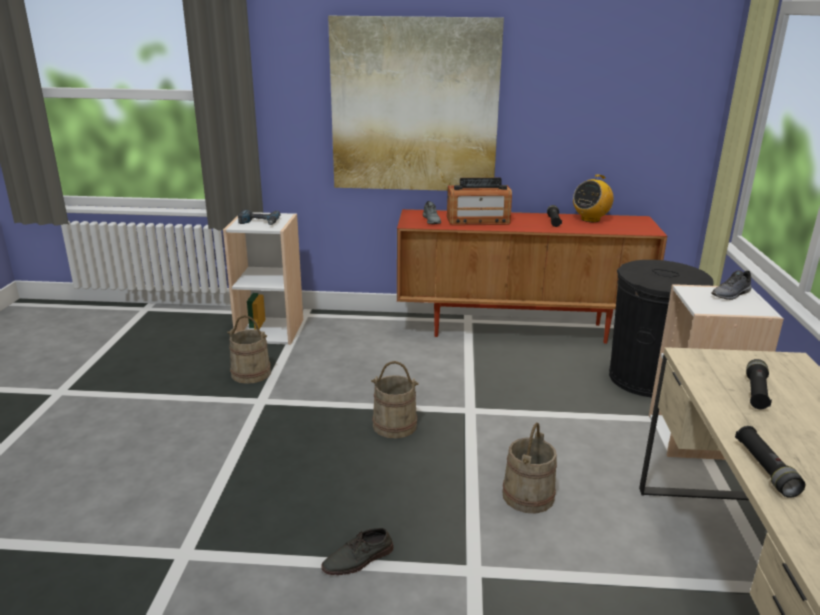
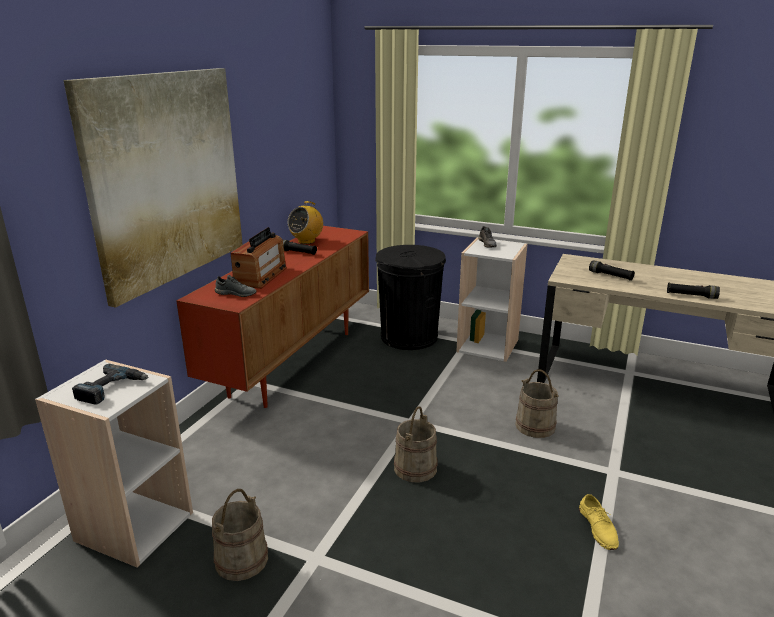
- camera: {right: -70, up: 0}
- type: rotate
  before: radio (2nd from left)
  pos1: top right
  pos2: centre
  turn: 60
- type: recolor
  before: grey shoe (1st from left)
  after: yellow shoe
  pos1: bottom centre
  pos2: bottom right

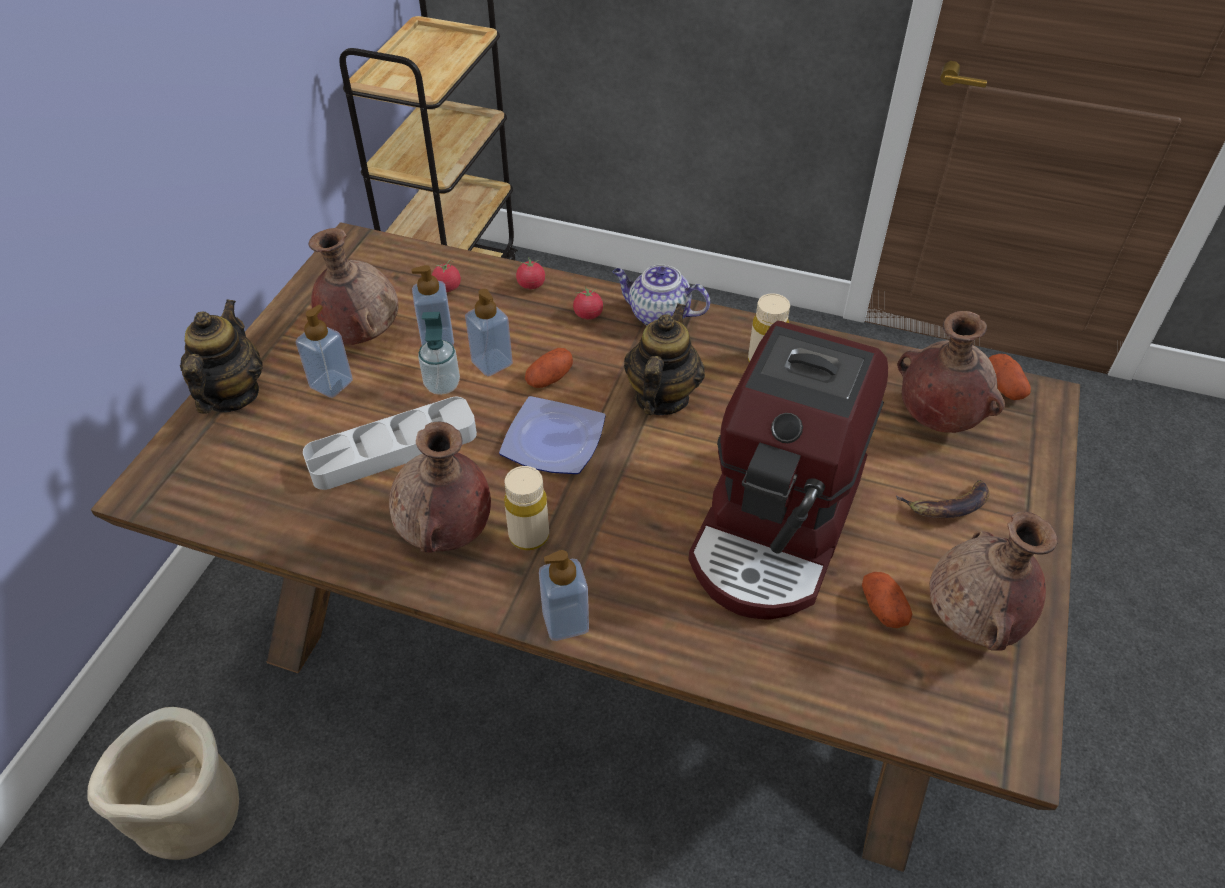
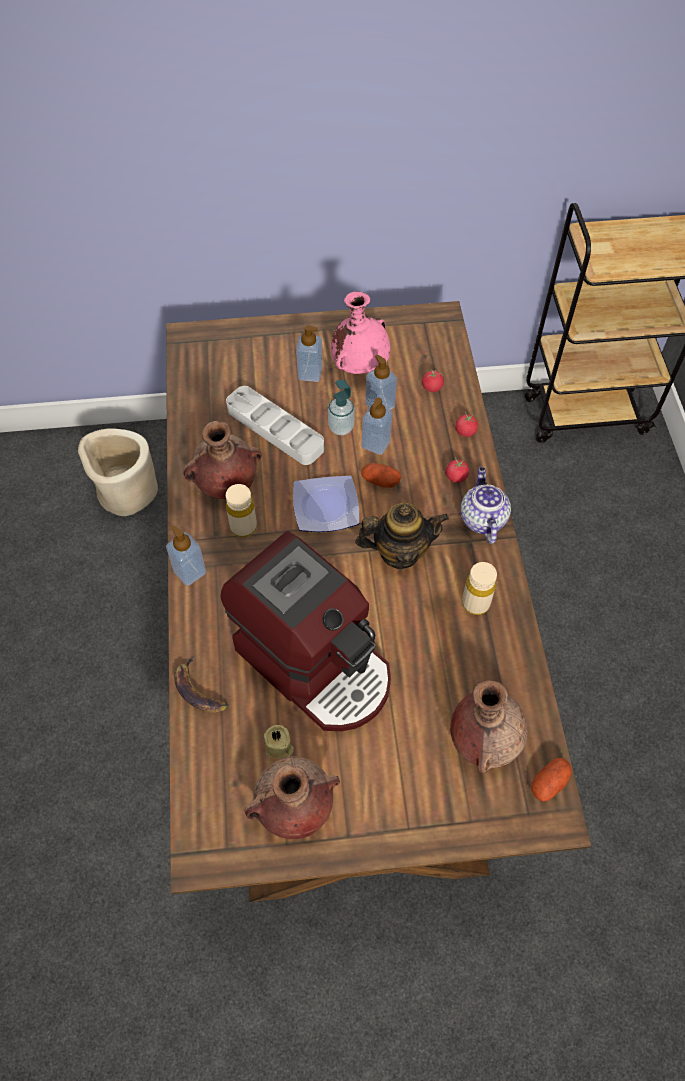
- camera: {right: 65, up: 10}
- type: move
  before: banana
  pos1: middle right
  pos2: middle left
- type: rotate
  before: coffee machine
  pos1: centre
  pos2: centre
  turn: -135
- type: replace
  before: potato (2nd from left)
  after: beige candle
  pos1: bottom right
  pos2: bottom centre
- type: recolor
  before: brown vase (1st from left)
  after: pink vase
  pos1: top left
  pos2: top centre
- type: delete
  before: teapot (1st from left)
  pos1: middle left

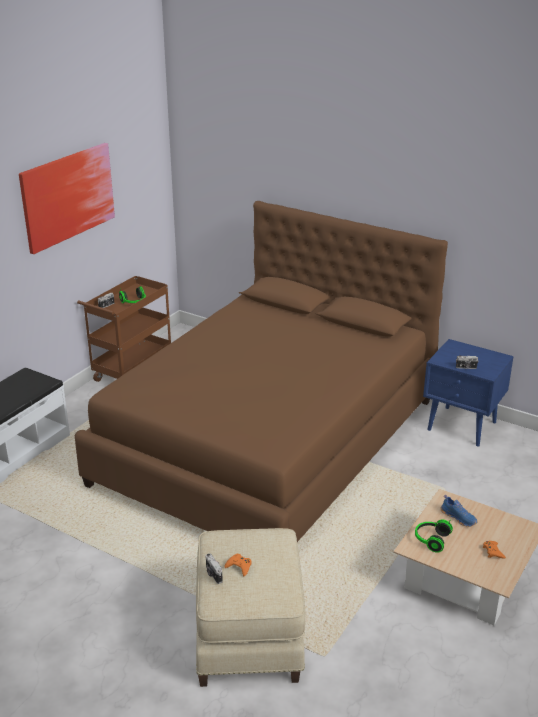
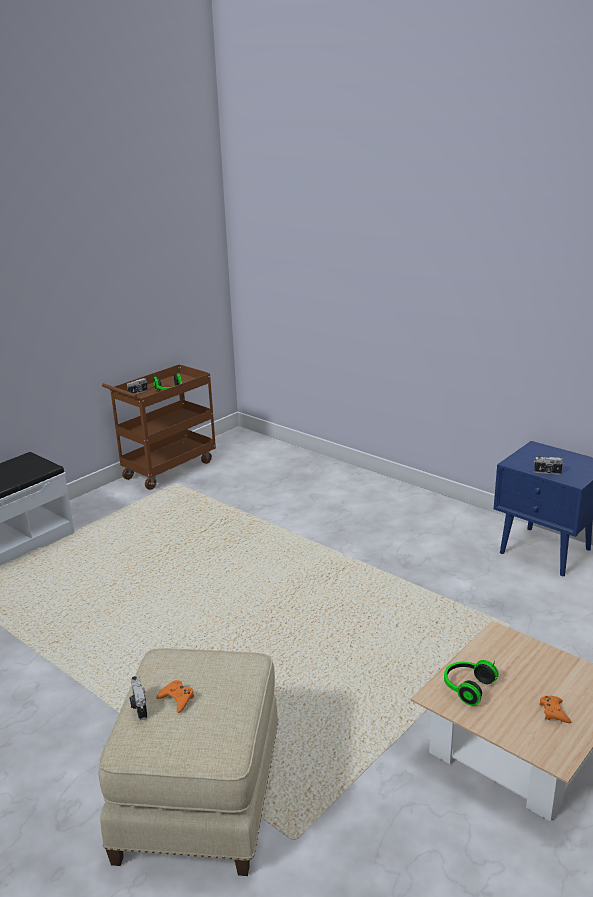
- camera: {right: 10, up: -5}
- type: delete
  before: picture
  pos1: top left
- type: delete
  before: brown bed
  pos1: centre
- type: delete
  before: blue shoe
  pos1: bottom right

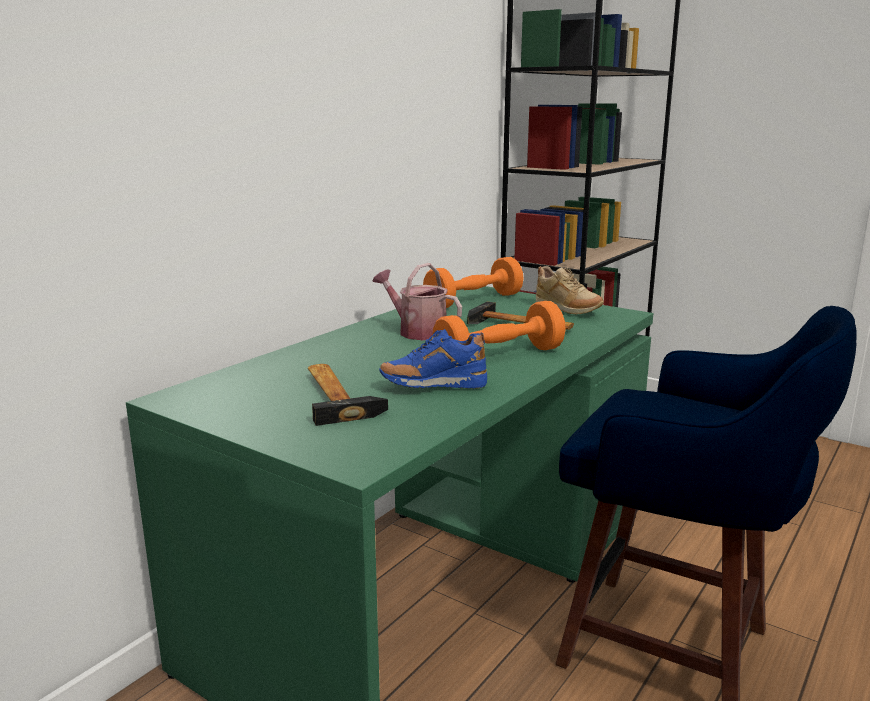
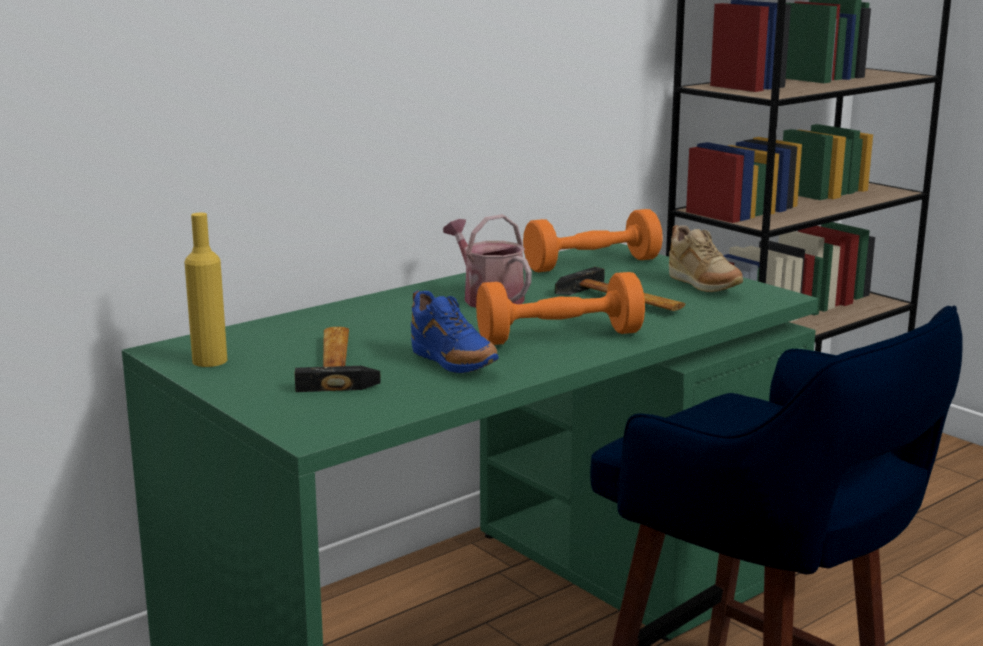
- camera: {right: 15, up: 0}
- type: insert
  after: yellow bottle
  pos2: middle left
- type: rotate
  before: blue shoe
  pos1: centre
  pos2: centre
  turn: -135

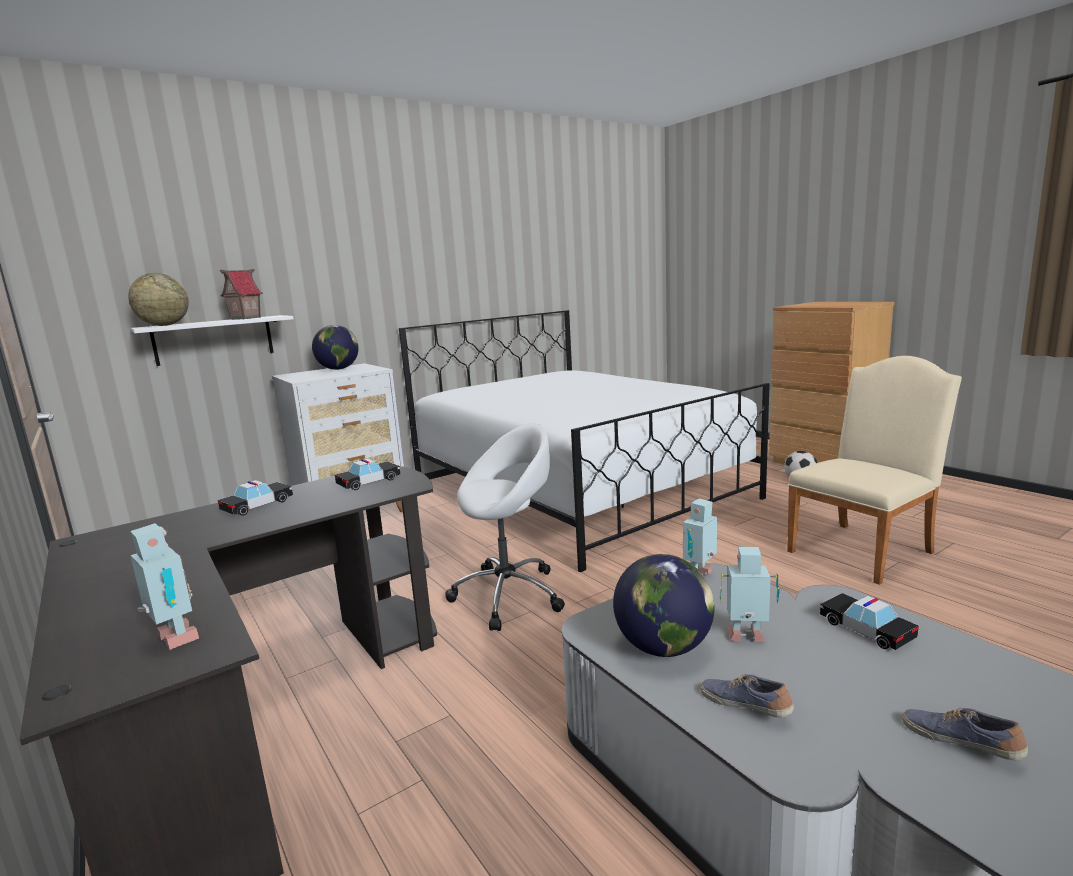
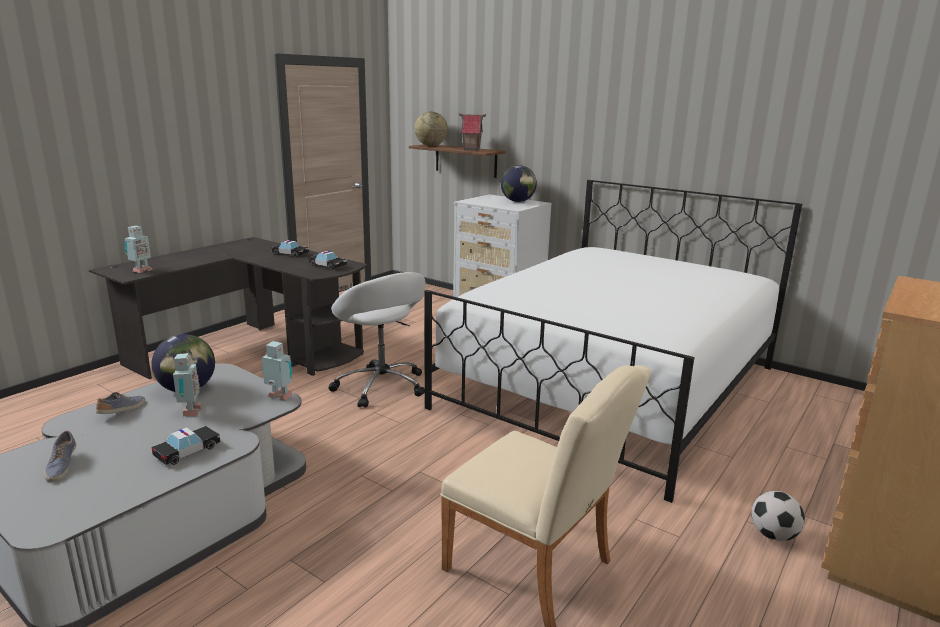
- camera: {right: 70, up: 5}
- type: rotate
  before: shoe (2nd from left in the first image)
  pos1: bottom right
  pos2: bottom left
  turn: 135
- type: recolor
  before: white shelf
  after: brown shelf
  pos1: middle left
  pos2: top centre

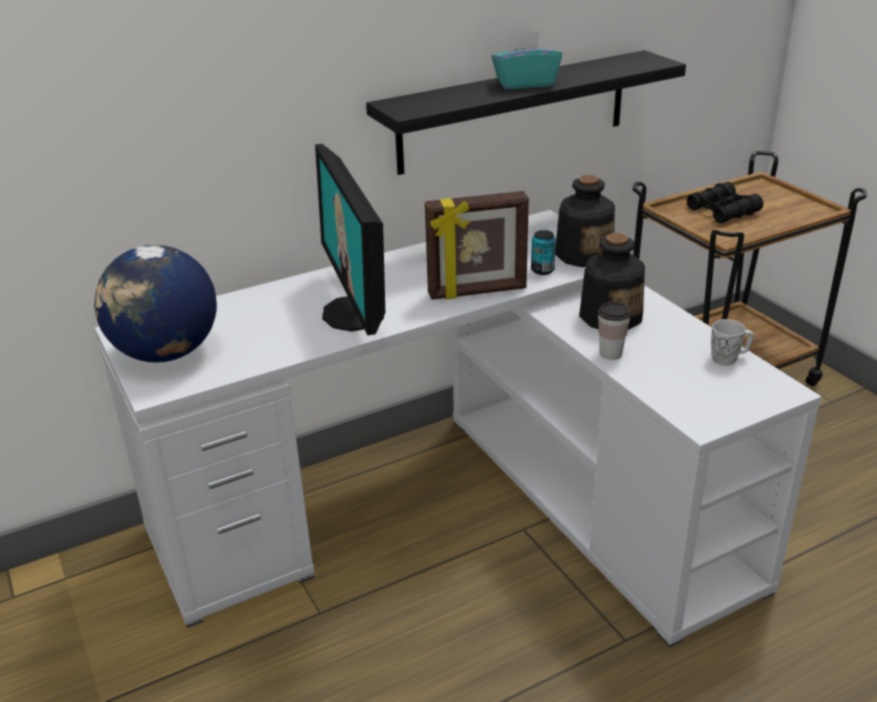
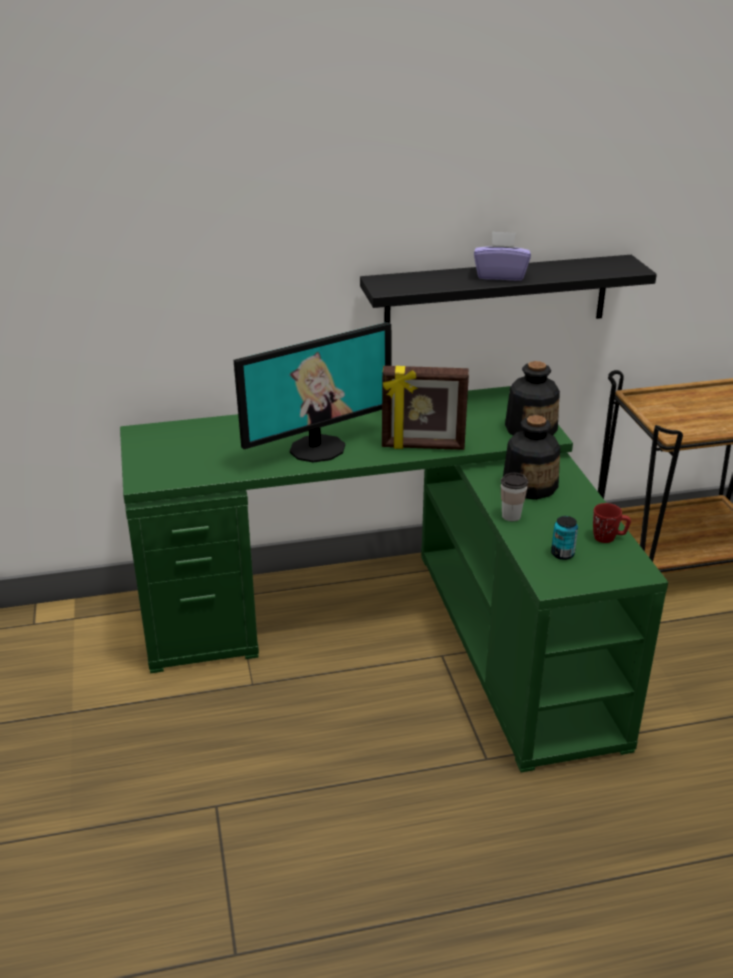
- camera: {right: 15, up: 0}
- type: recolor
  before: white desk
  after: green desk
  pos1: centre
  pos2: centre
- type: rotate
  before: monitor
  pos1: centre
  pos2: centre
  turn: -120
- type: recolor
  before: turquoise tissue box
  after: purple tissue box
  pos1: top centre
  pos2: top right
- type: move
  before: can
  pos1: centre
  pos2: middle right
- type: recolor
  before: white mug
  after: red mug
  pos1: middle right
  pos2: middle right
- type: delete
  before: globe
  pos1: middle left
- type: delete
  before: black binoculars
  pos1: top right

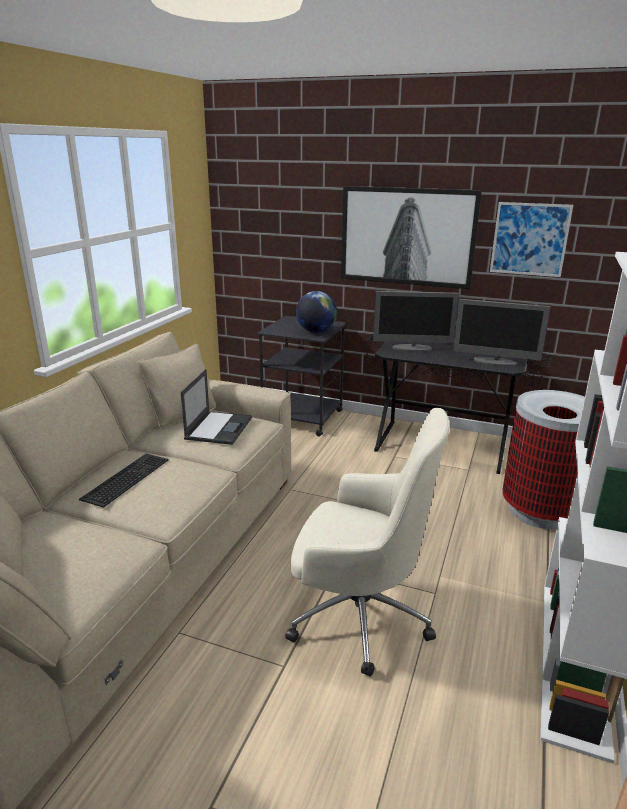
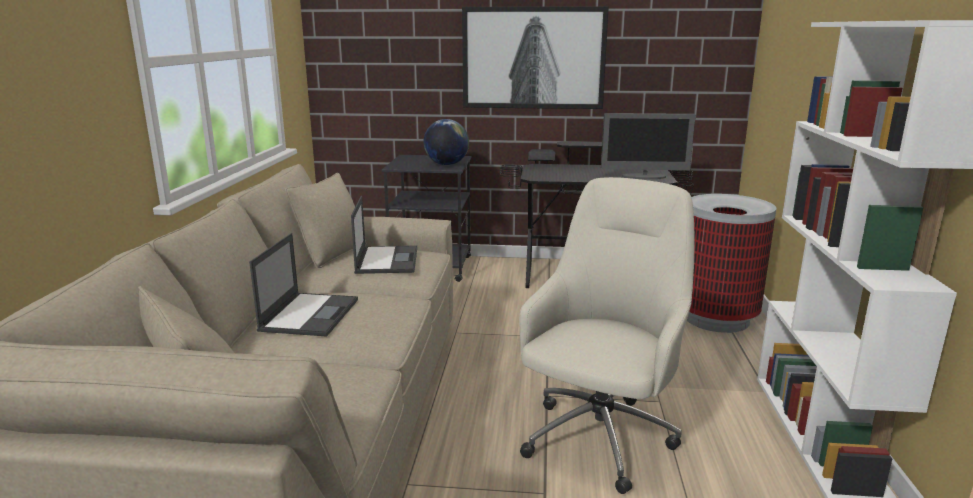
- camera: {right: -15, up: -5}
- type: replace
  before: keyboard
  after: laptop (1st from left)
  pos1: middle left
  pos2: middle left
- type: rotate
  before: beige office chair
  pos1: bottom centre
  pos2: bottom centre
  turn: -60
- type: delete
  before: monitor (1st from left)
  pos1: centre
- type: delete
  before: picture (2nd from left)
  pos1: top right

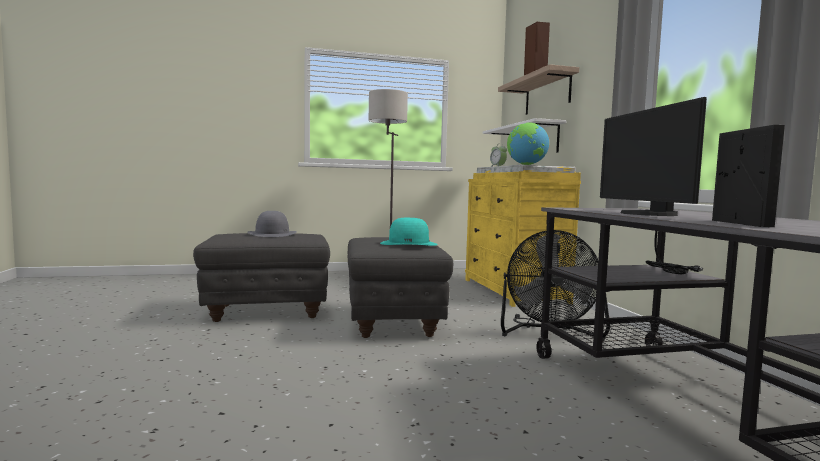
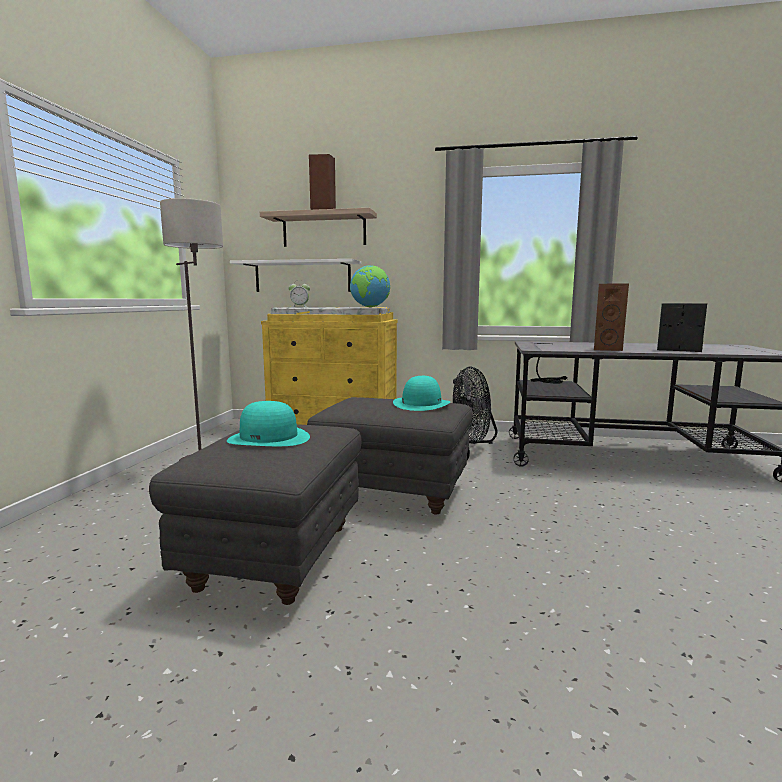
- camera: {right: -65, up: 5}
- type: recolor
  before: grey hat
  after: turquoise hat (1st from left)
  pos1: middle left
  pos2: centre
- type: replace
  before: monitor
  after: brown speaker (2nd from left)
  pos1: middle right
  pos2: middle right

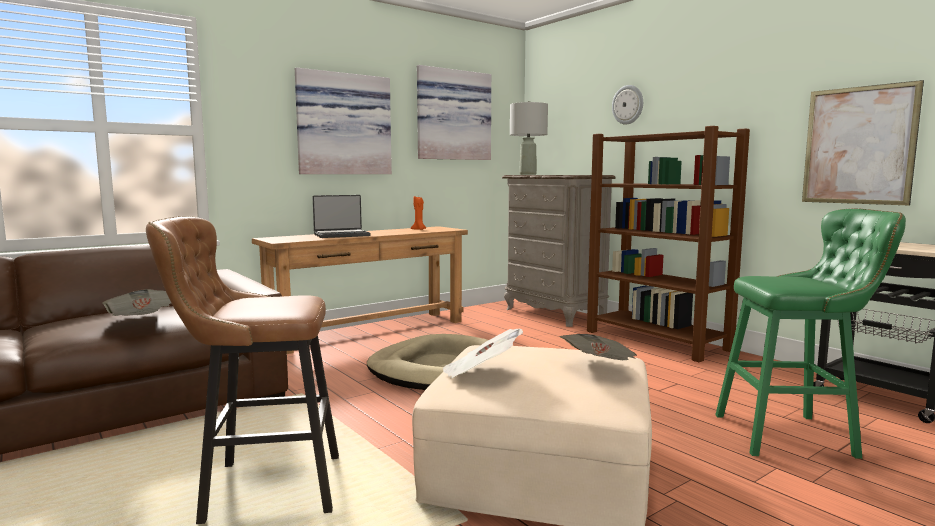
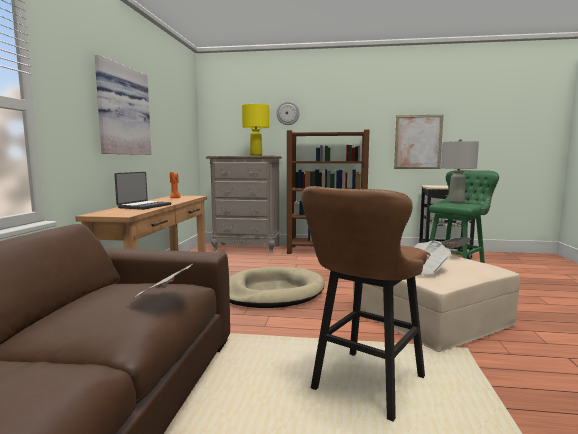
- camera: {right: -45, up: 0}
- type: insert
  after: yellow table lamp
  pos2: top centre
- type: move
  before: grey table lamp
  pos1: top centre
  pos2: middle right
- type: delete
  before: picture (2nd from left)
  pos1: top centre

